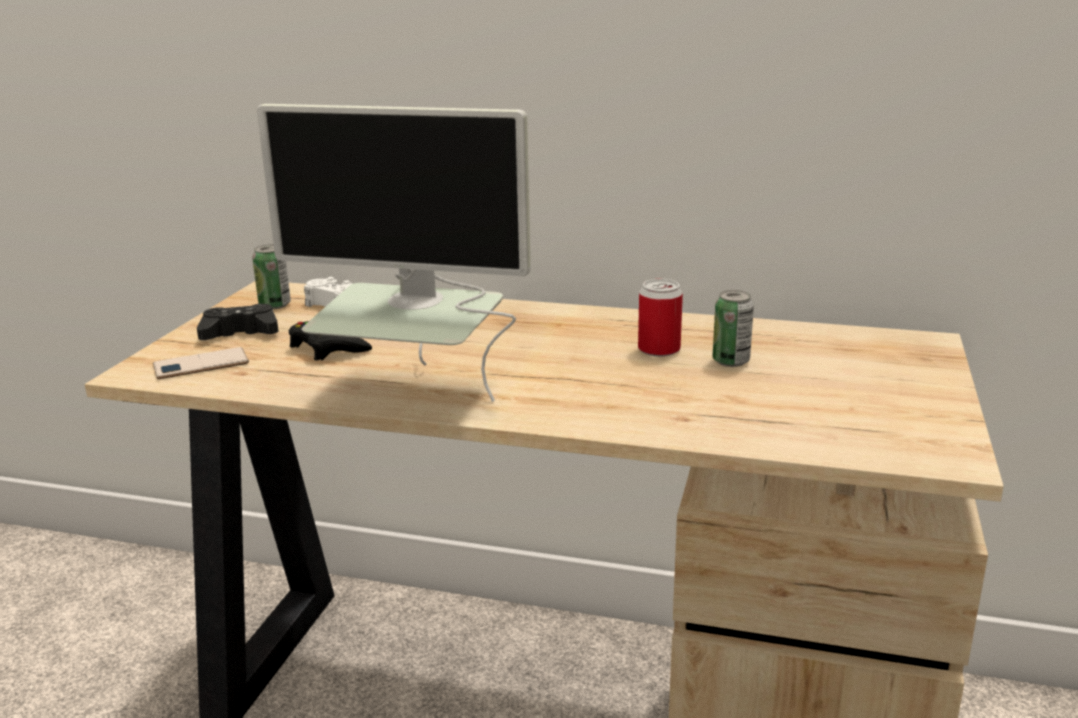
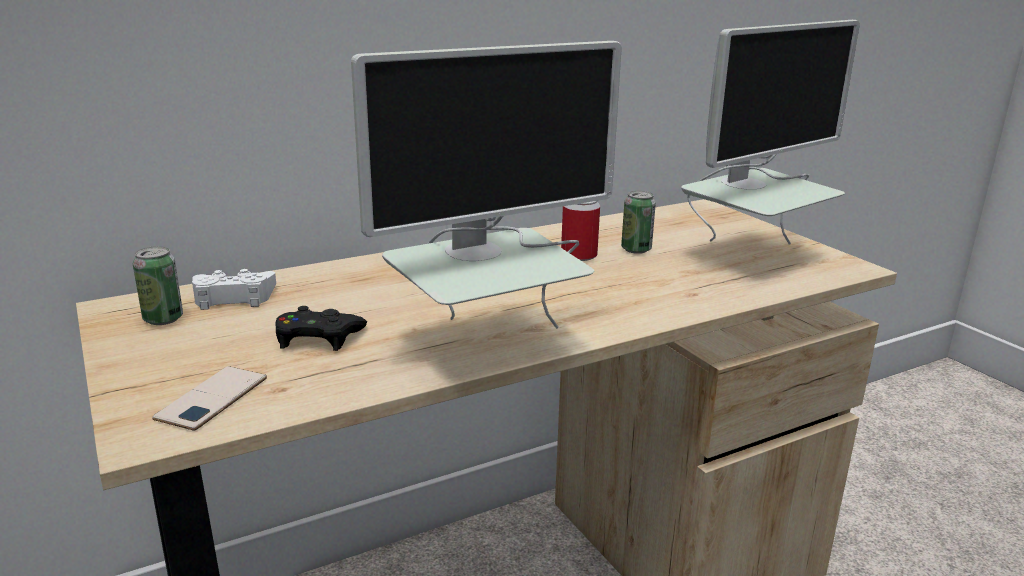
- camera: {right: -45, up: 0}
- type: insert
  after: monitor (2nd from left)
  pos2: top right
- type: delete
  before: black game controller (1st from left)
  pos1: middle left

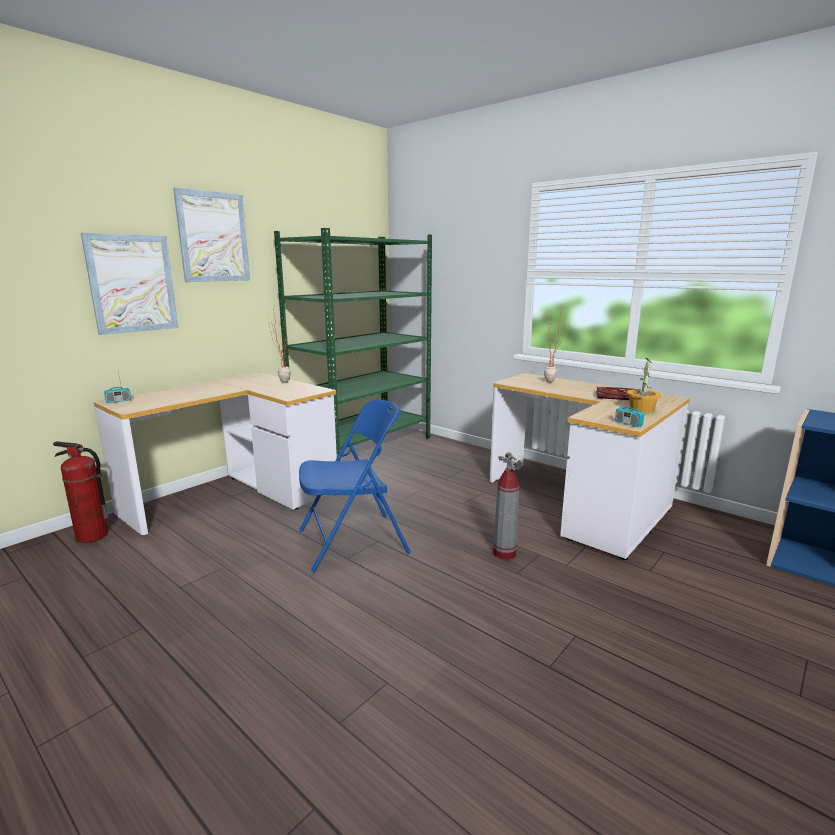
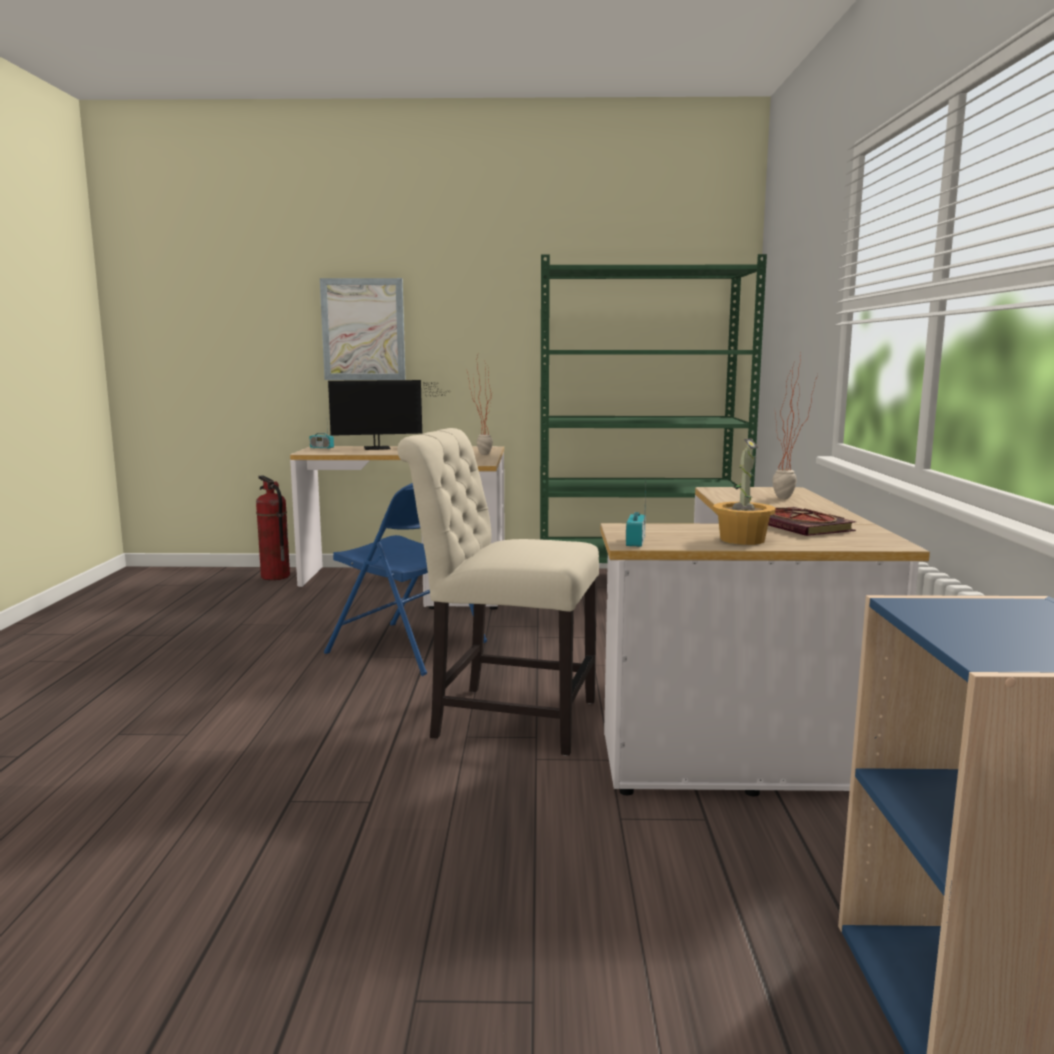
- camera: {right: 50, up: -5}
- type: insert
  after: monitor
  pos2: centre
- type: replace
  before: fire extinguisher (2nd from left)
  after: beige chair
  pos1: centre
  pos2: centre
- type: delete
  before: picture (2nd from left)
  pos1: top left

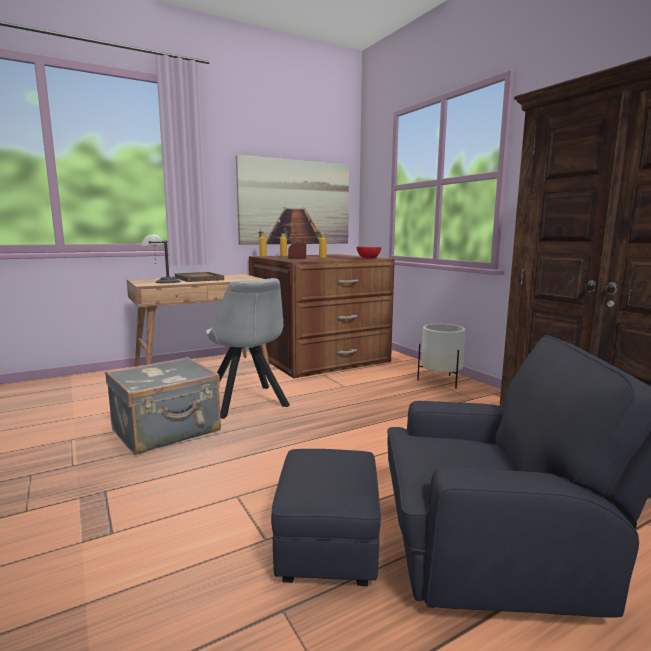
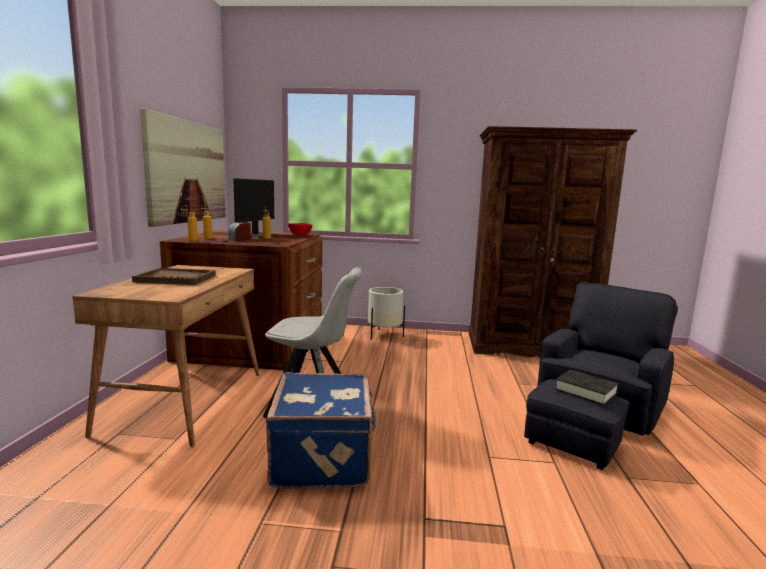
- camera: {right: -55, up: 0}
- type: insert
  after: monitor
  pos2: middle left
- type: recolor
  before: grey suitcase
  after: blue suitcase
  pos1: middle left
  pos2: bottom centre
- type: insert
  after: black book
  pos2: bottom right
- type: delete
  before: table lamp
  pos1: middle left

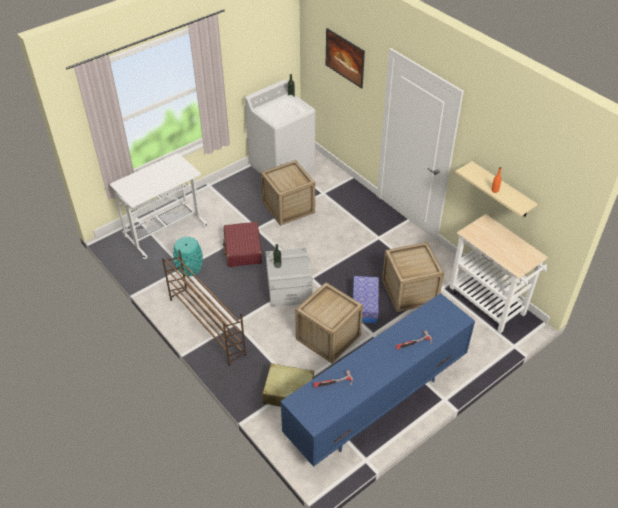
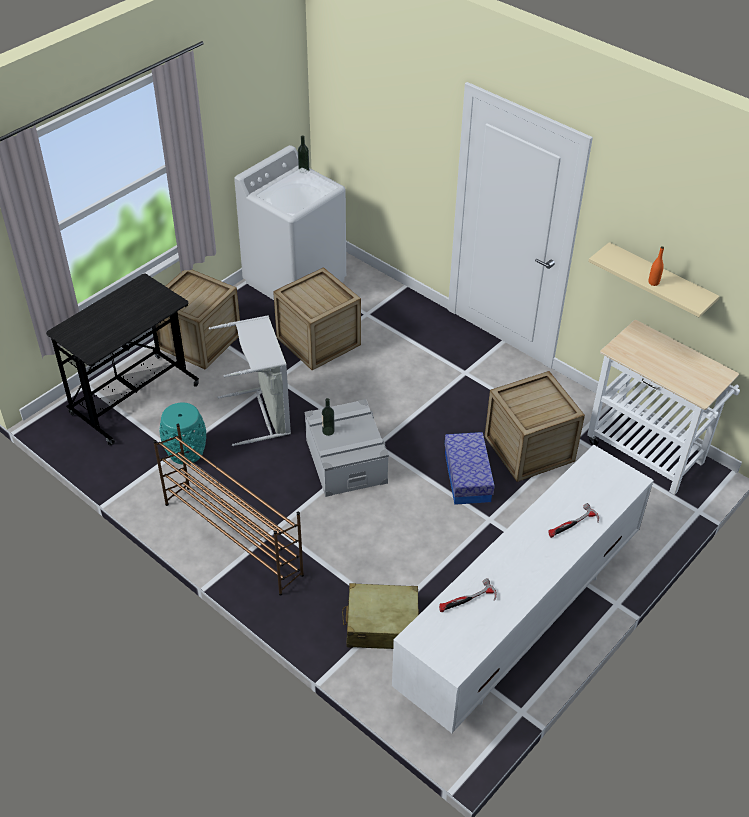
- camera: {right: -10, up: 0}
- type: recolor
  before: white desk
  after: black desk
  pos1: middle left
  pos2: middle left
- type: move
  before: crate (2nd from left in the first image)
  after: crate (1st from left)
  pos1: centre
  pos2: middle left
- type: replace
  before: red suitcase
  after: grey laundry basket
  pos1: centre
  pos2: centre
- type: recolor
  before: blue cabinet
  after: white cabinet
  pos1: bottom centre
  pos2: bottom right
- type: delete
  before: picture
  pos1: top centre

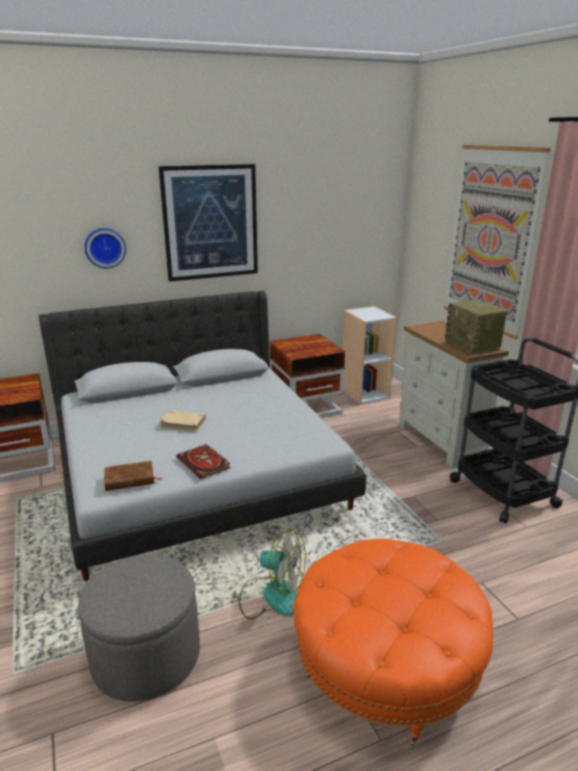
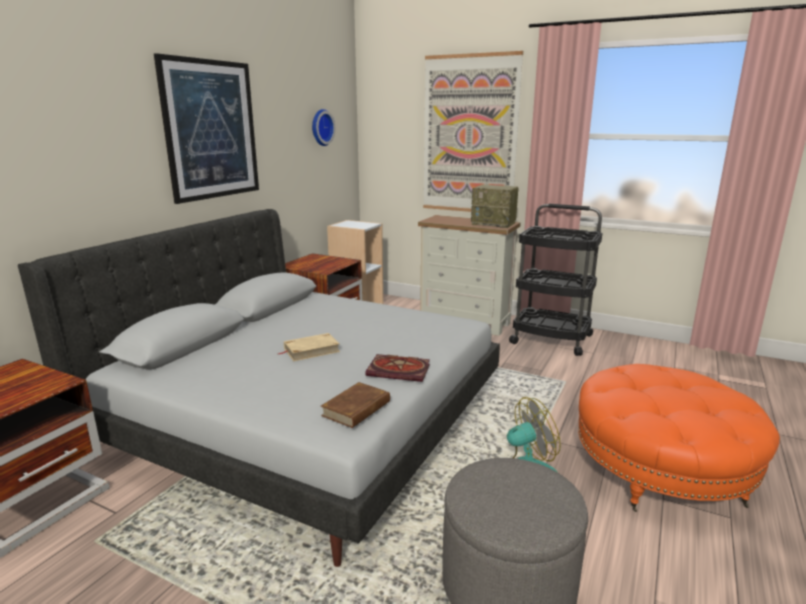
- camera: {right: -40, up: -5}
- type: move
  before: wall clock
  pos1: top left
  pos2: top centre

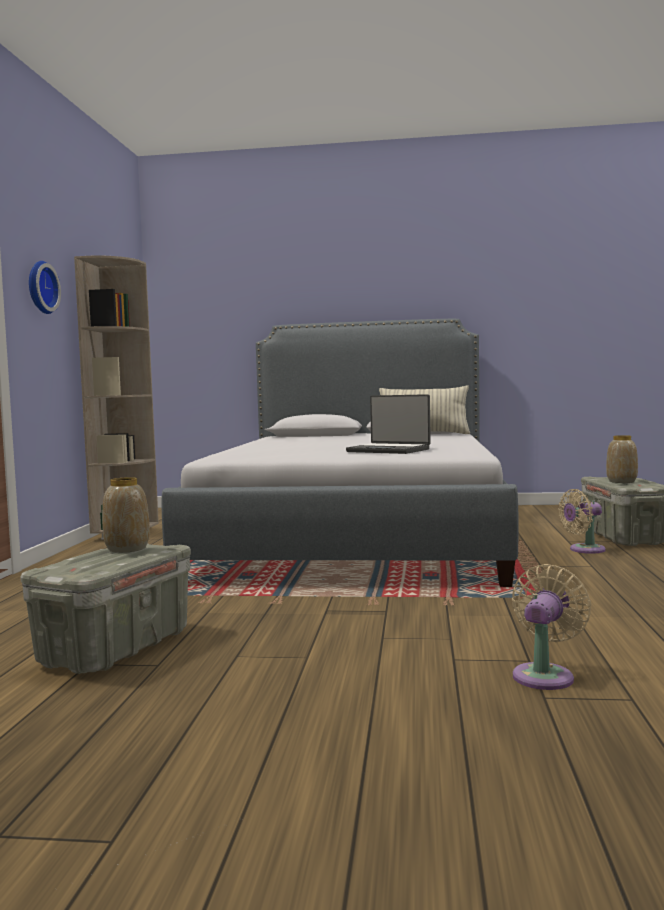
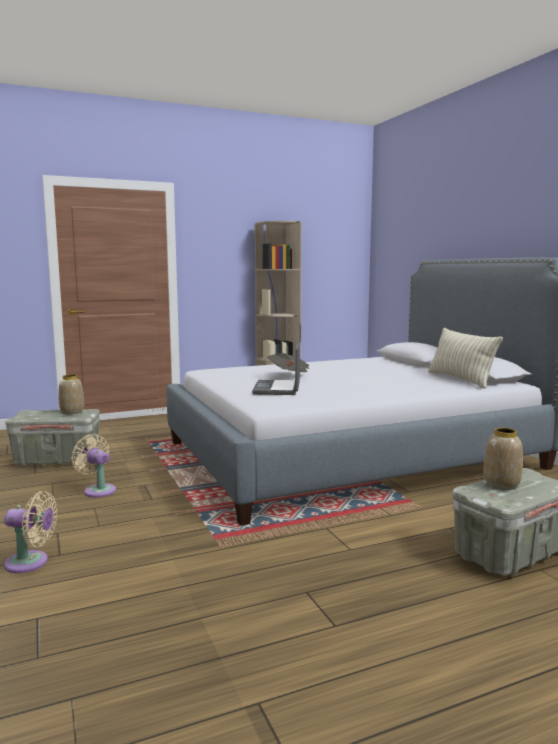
- camera: {right: 60, up: 5}
- type: move
  before: beige fan (2nd from left)
  pos1: middle right
  pos2: middle left
- type: insert
  after: newspaper
  pos2: centre
- type: delete
  before: wall clock
  pos1: top left

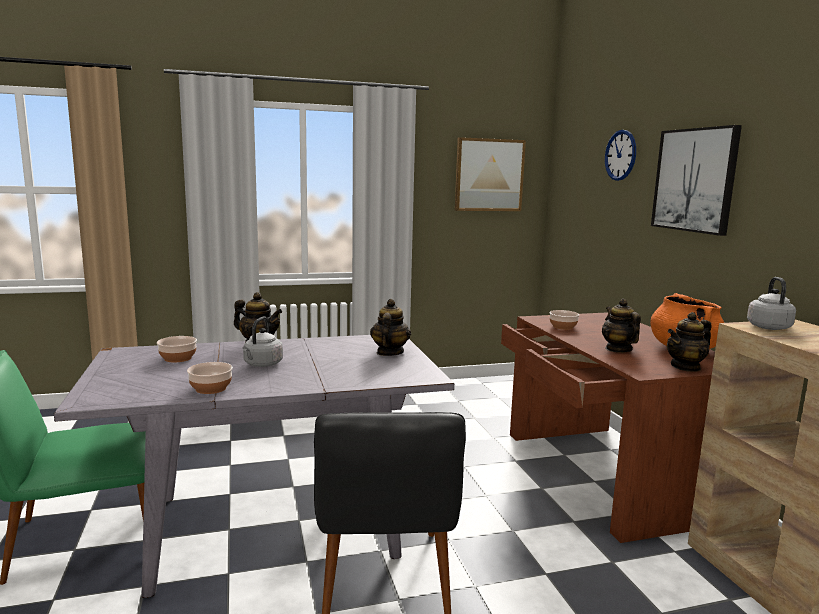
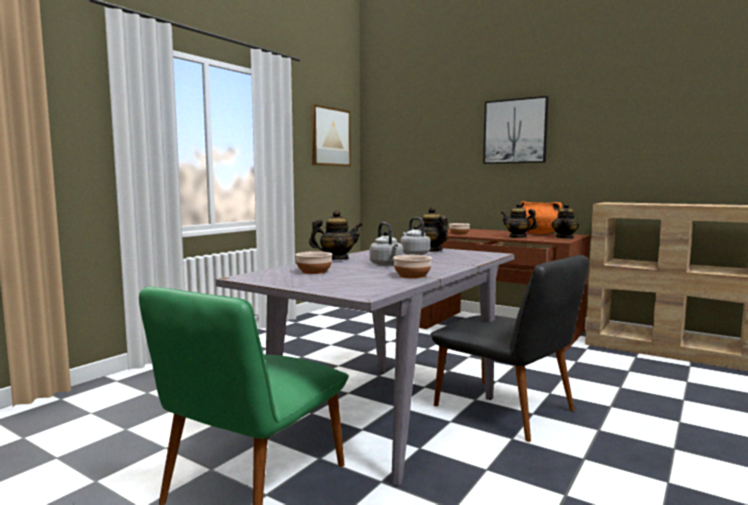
- camera: {right: -40, up: -5}
- type: move
  before: grey kettle (2nd from left)
  pos1: middle right
  pos2: centre
- type: delete
  before: wall clock
  pos1: top right

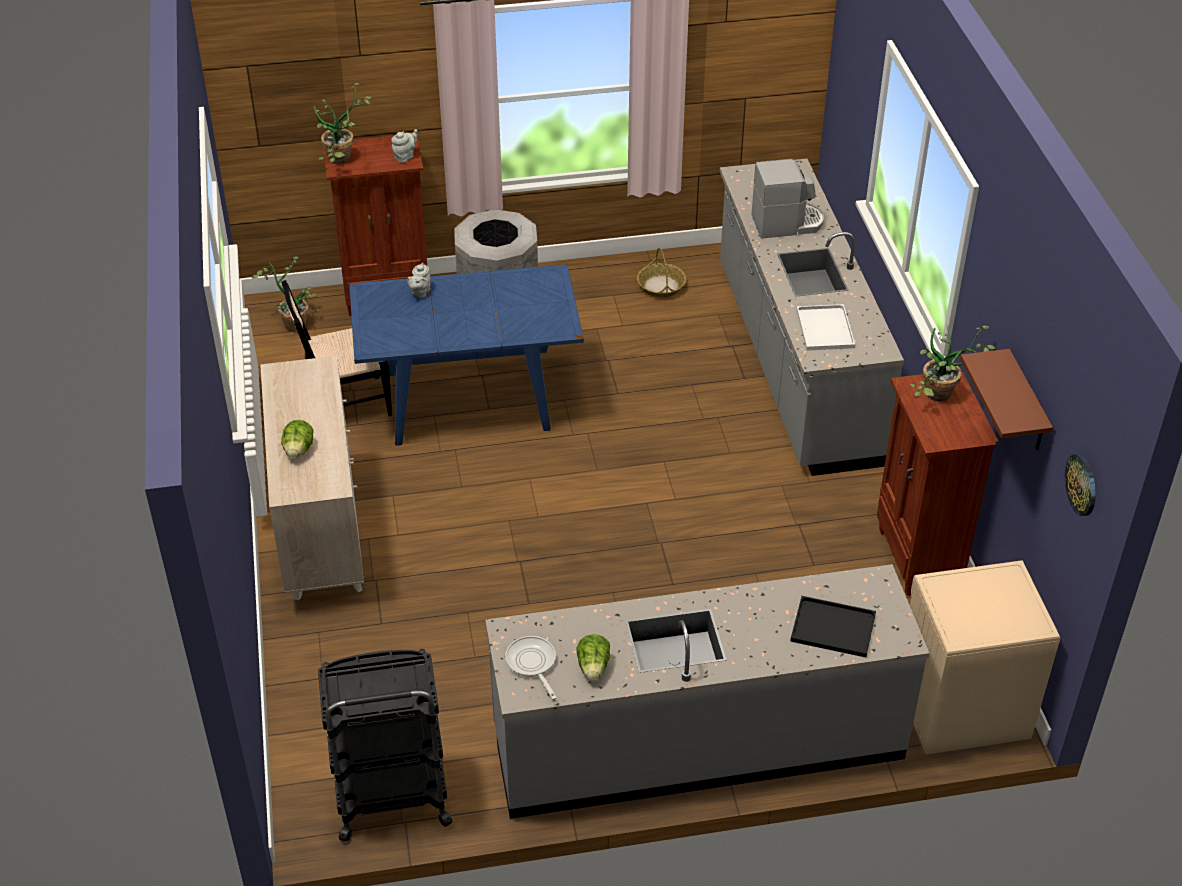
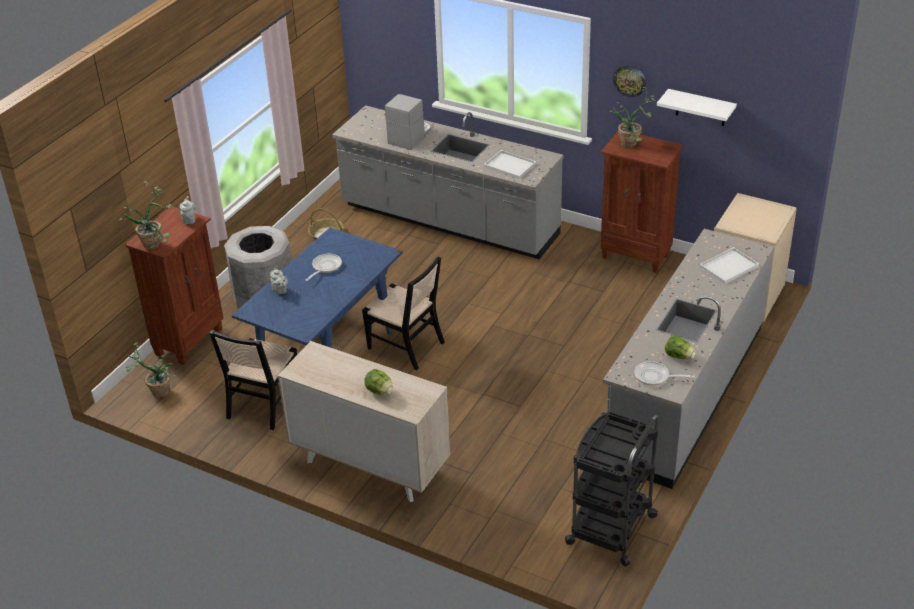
- camera: {right: -50, up: -5}
- type: insert
  after: frying pan (1st from left)
  pos2: centre
- type: insert
  after: chair (2nd from left)
  pos2: centre
- type: move
  before: wall clock
  pos1: middle right
  pos2: top right
- type: recolor
  before: brown shelf
  after: white shelf
  pos1: middle right
  pos2: top right
- type: recolor
  before: black tray
  after: white tray (2nd from left)
  pos1: bottom right
  pos2: middle right

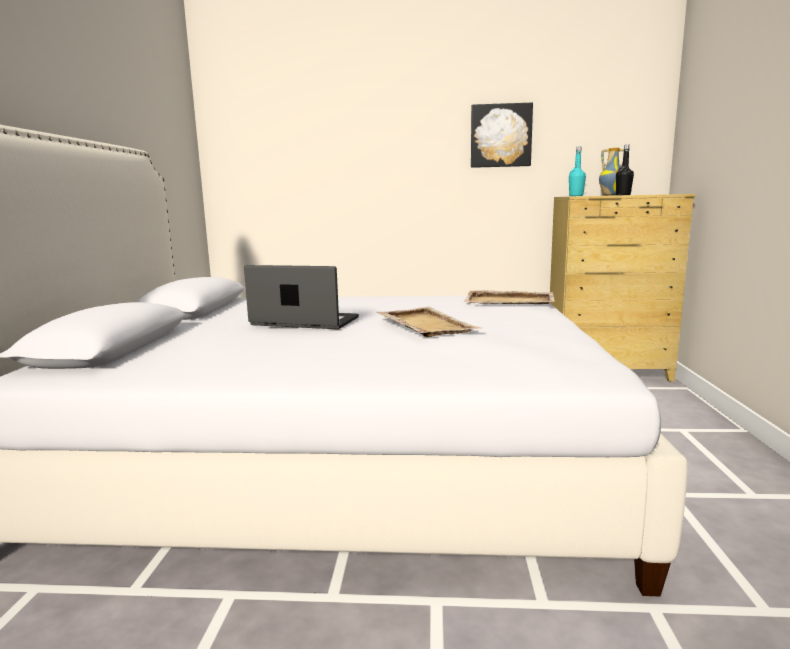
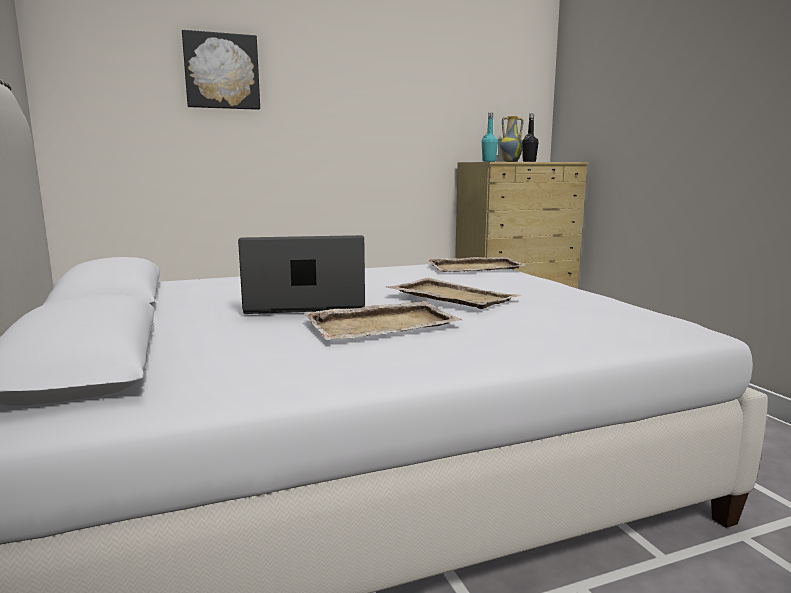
- camera: {right: -25, up: 0}
- type: move
  before: picture
  pos1: top centre
  pos2: top left
- type: insert
  after: beige tray (1st from left)
  pos2: centre

